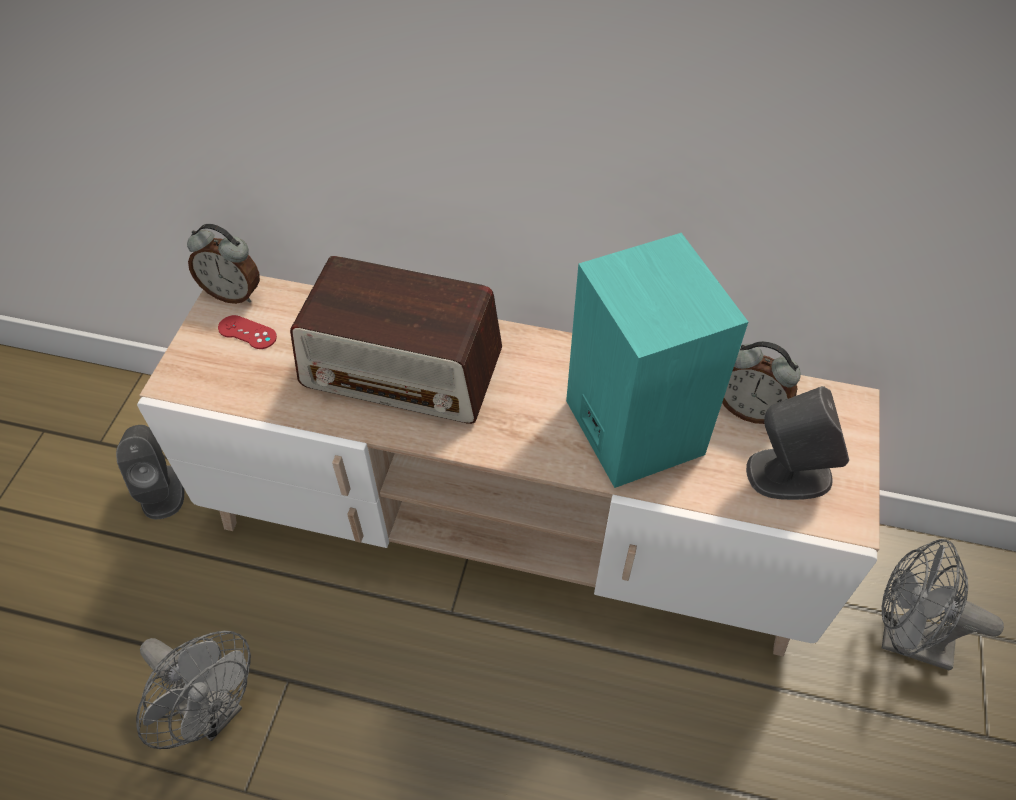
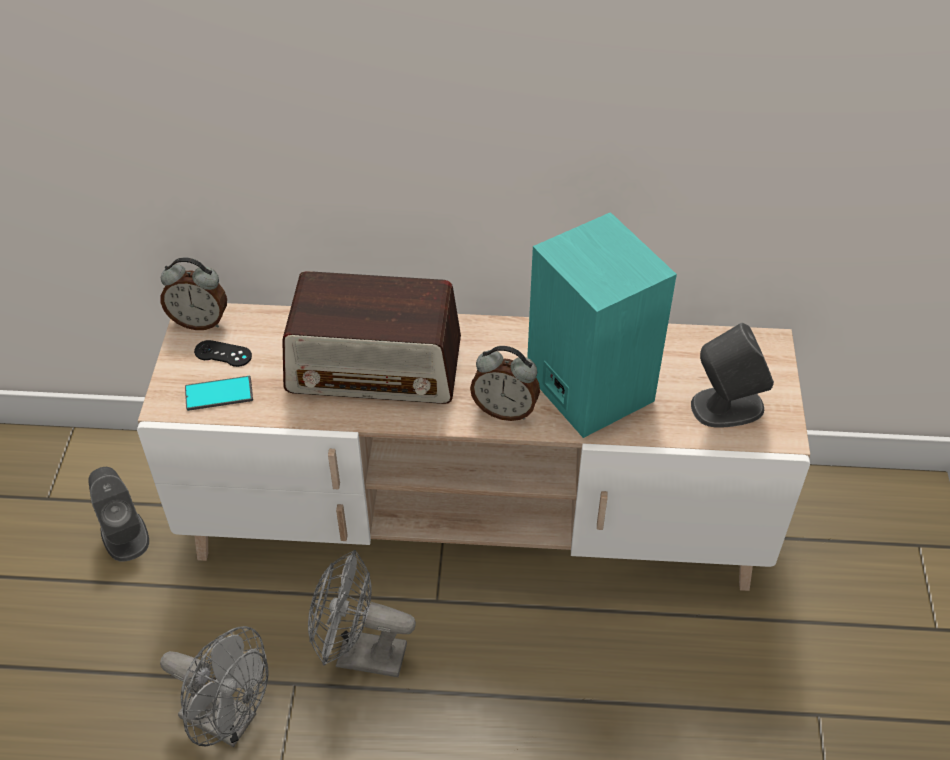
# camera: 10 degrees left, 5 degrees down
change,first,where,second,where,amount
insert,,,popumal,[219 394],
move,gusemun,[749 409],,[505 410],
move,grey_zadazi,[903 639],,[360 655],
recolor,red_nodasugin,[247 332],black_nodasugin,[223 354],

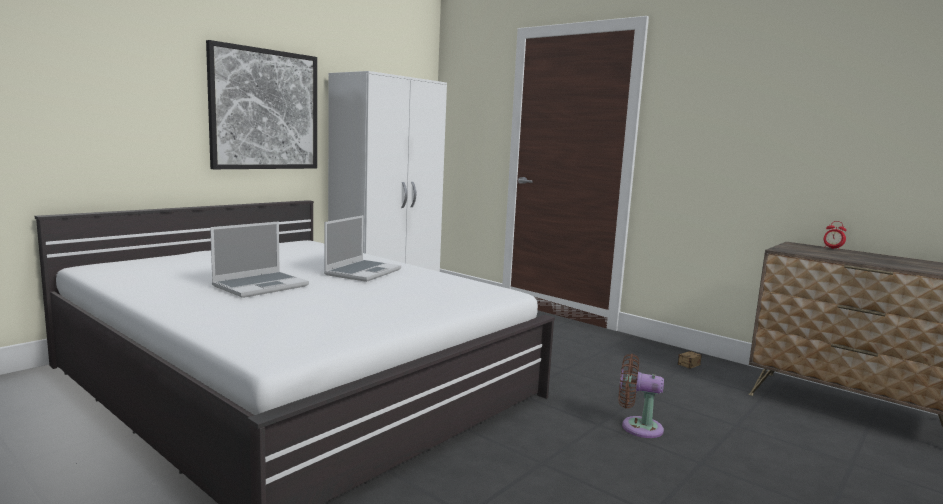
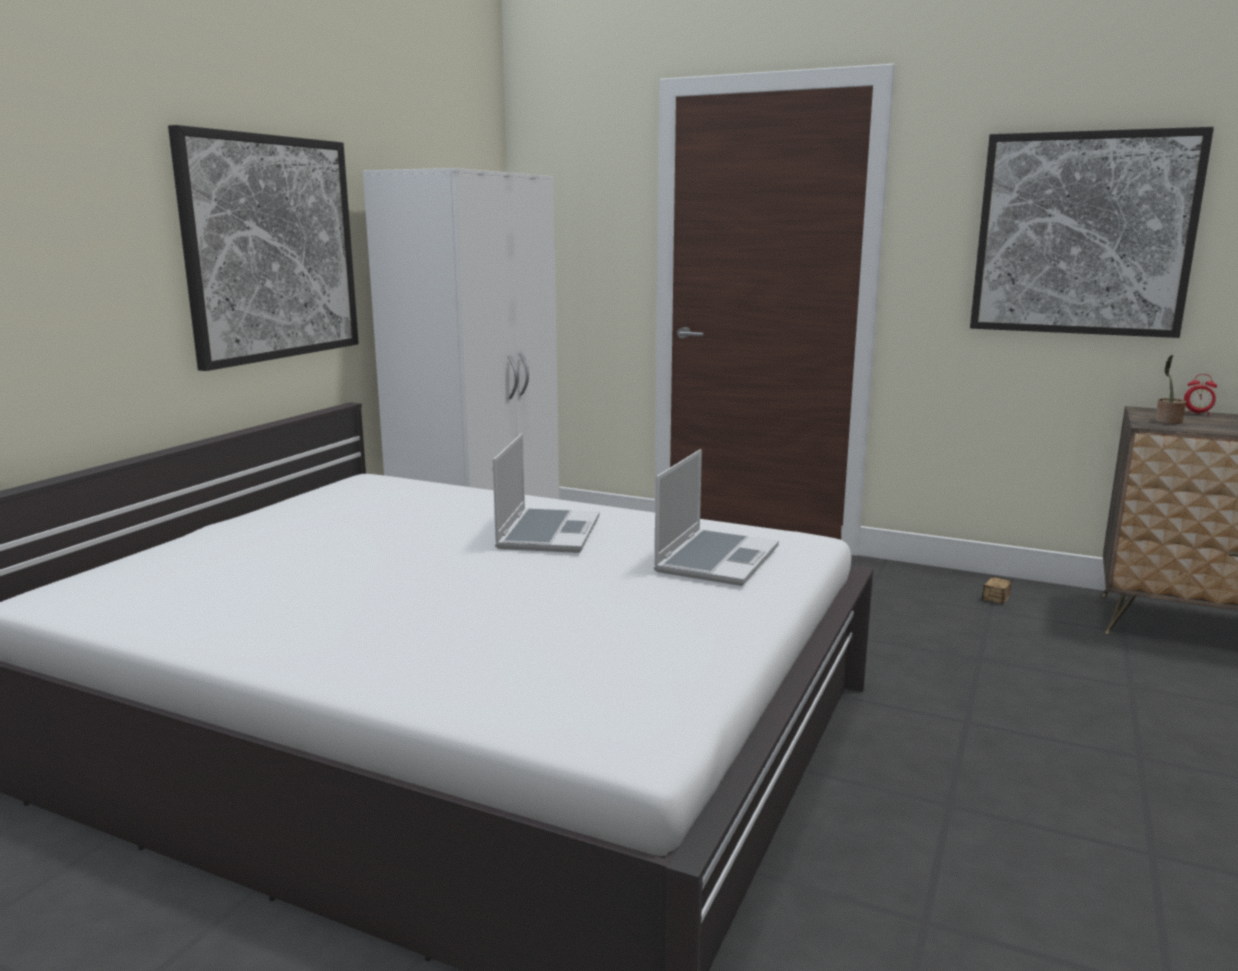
# camera: 15 degrees left, 5 degrees up
change,first,where,second,where,amount
delete,brown_zadazi,[637 427],,,
insert,,,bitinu,[1083 234],
insert,,,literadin,[1167 421],
move,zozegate,[261 286],,[716 559],

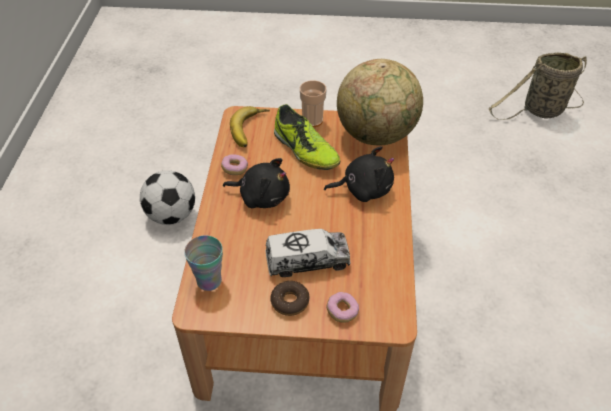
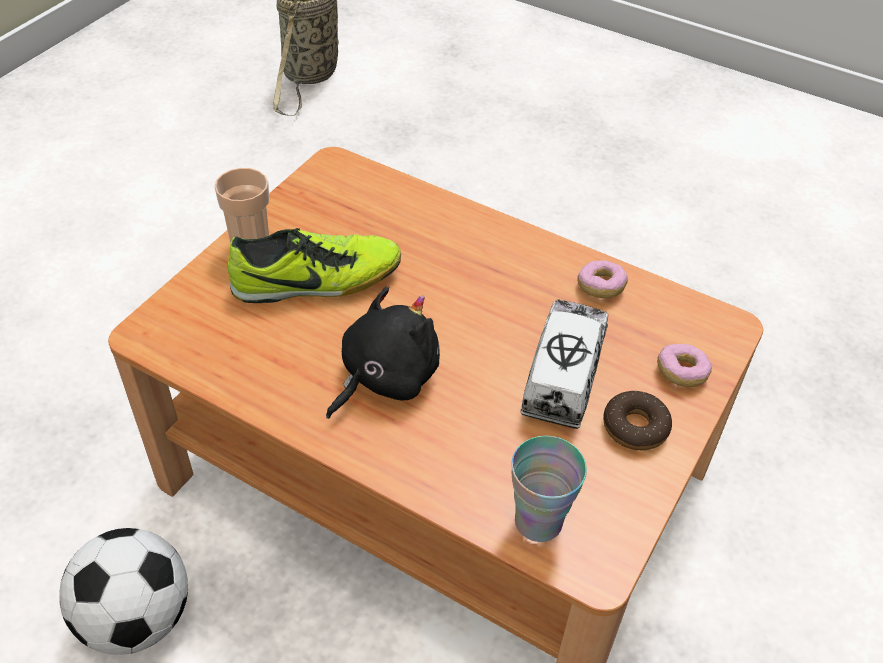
# camera: 65 degrees left, 0 degrees up
change,first,where,second,where,amount
delete,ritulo,[251 130],,,
delete,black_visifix,[363 189],,,
delete,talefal,[376 135],,,
move,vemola,[235 169],,[600 287],

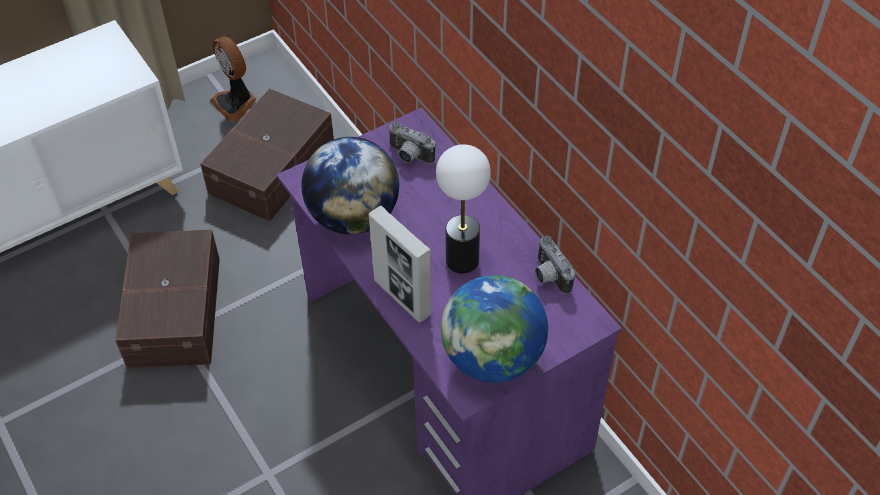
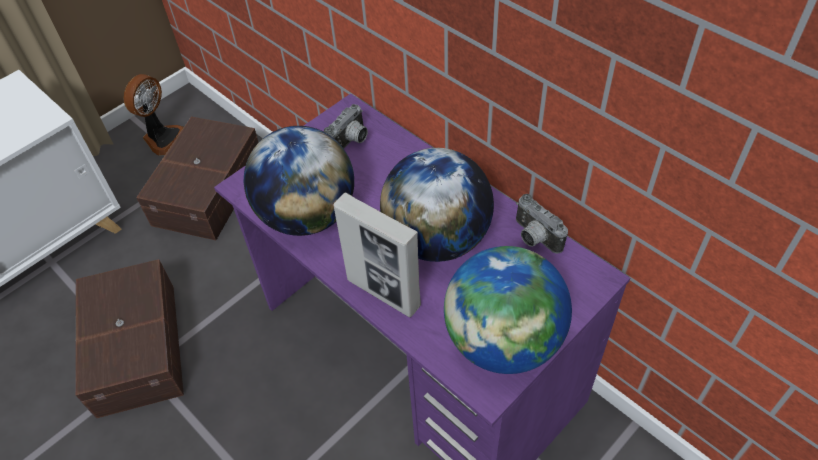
# camera: 10 degrees left, 0 degrees up
change,first,where,second,where,amount
replace,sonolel,[462 260],talefal,[437 239],
rotate,zadazi,[236 103],,[162 138],105 degrees counterclockwise
rotate,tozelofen,[409 156],,[350 143],75 degrees counterclockwise

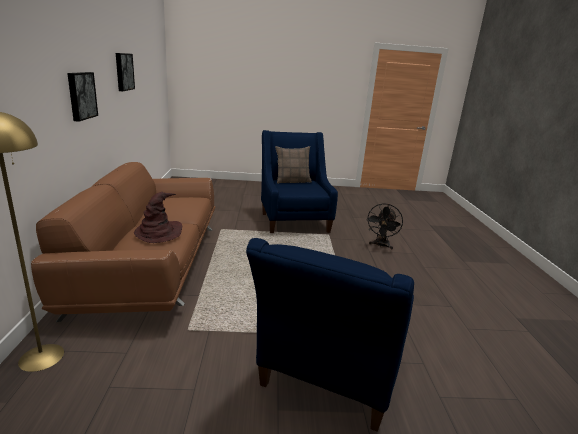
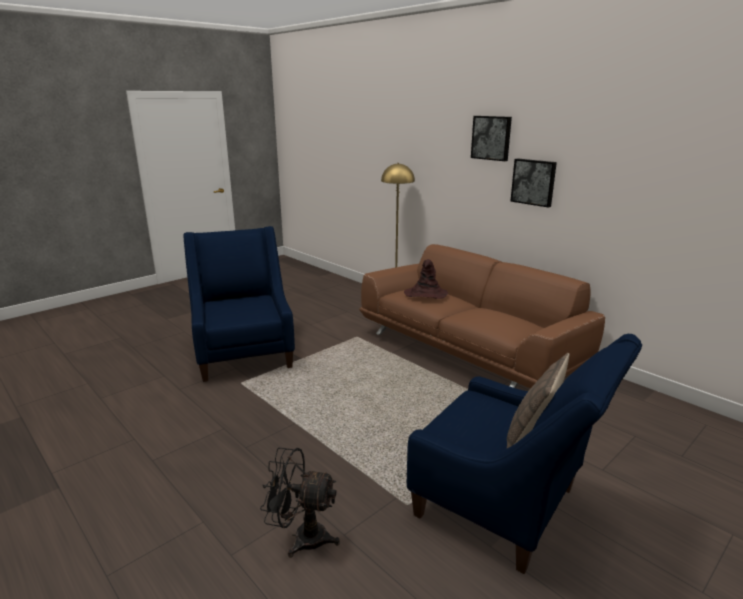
# camera: 140 degrees right, 0 degrees up
change,first,where,second,where,amount
move,bitinu,[123 71],,[491 138],
rotate,black_zadazi,[381 245],,[302 537],60 degrees counterclockwise

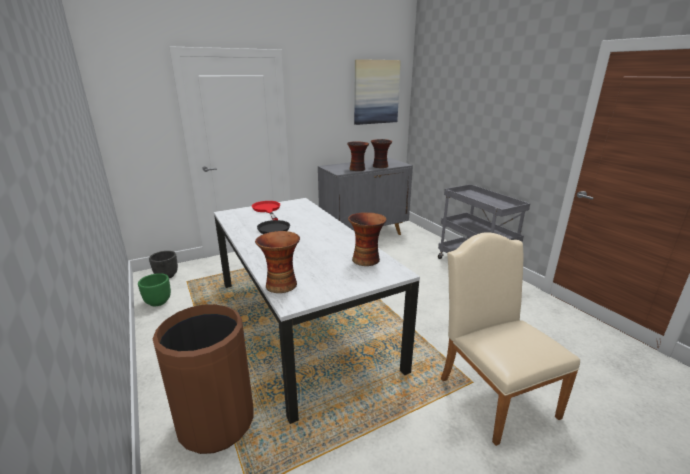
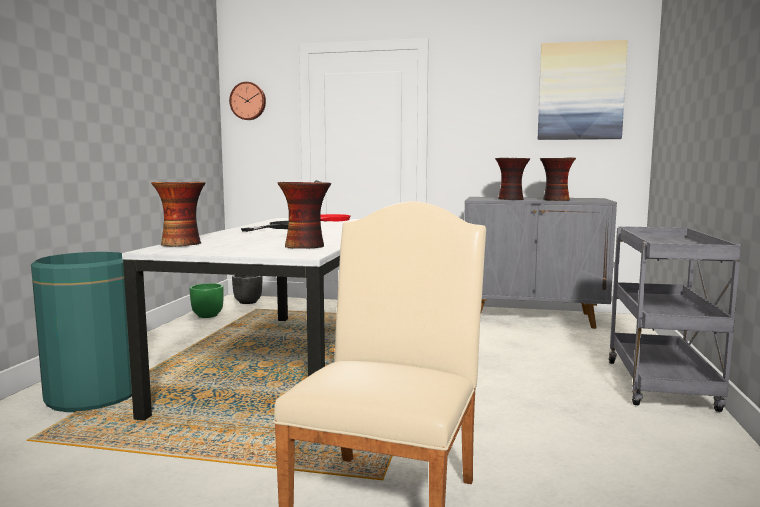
# camera: 40 degrees right, 15 degrees down
change,first,where,second,where,amount
insert,,,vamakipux,[248 101],
recolor,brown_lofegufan,[216 422],green_lofegufan,[93 395],

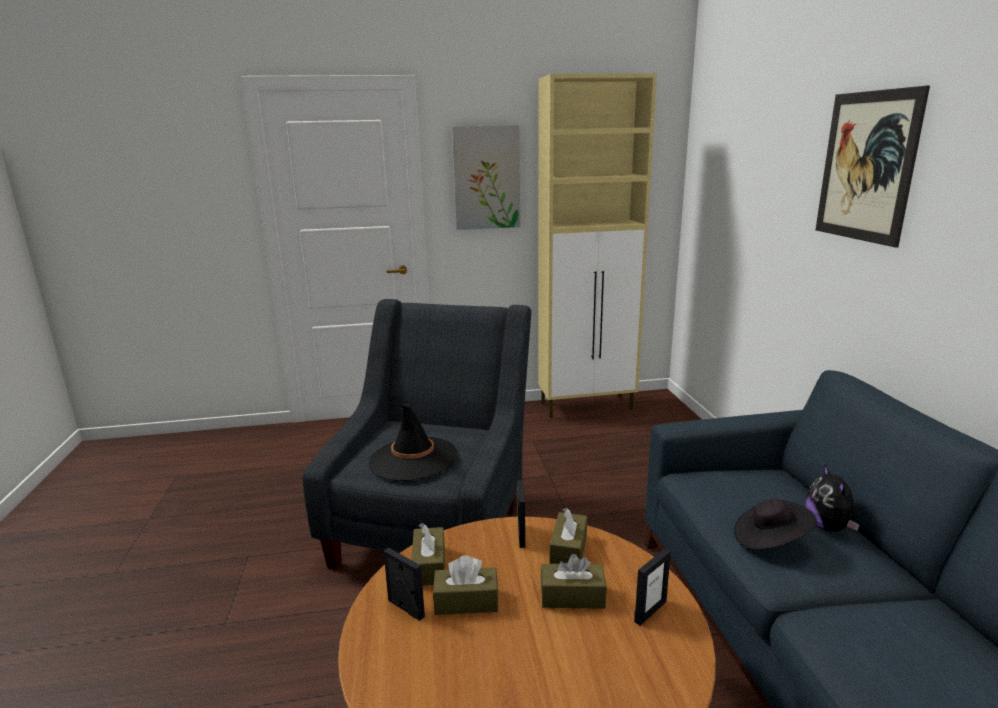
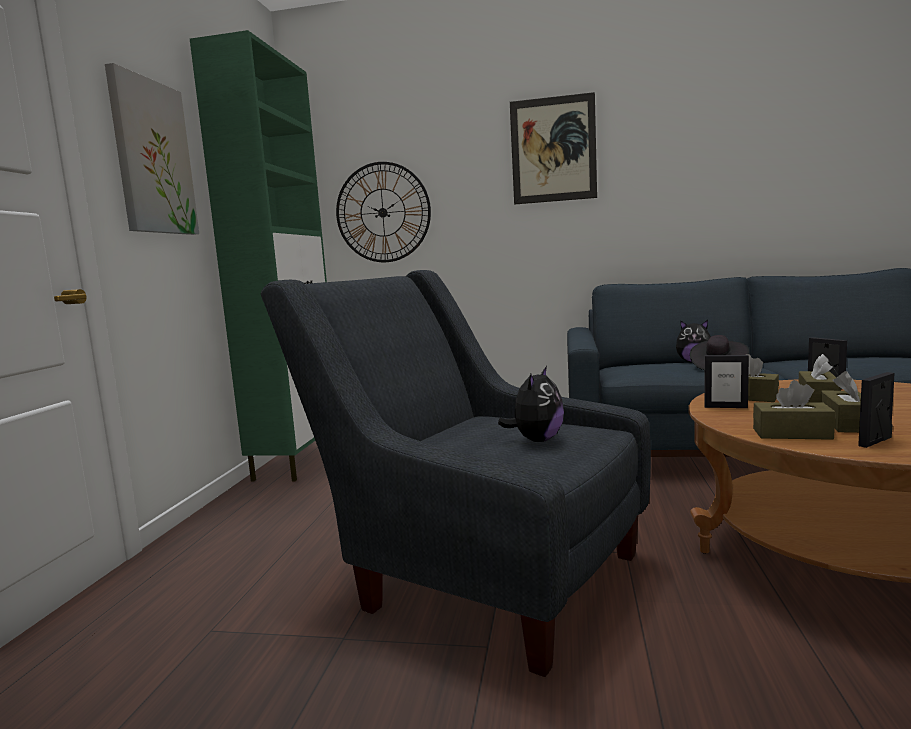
# camera: 70 degrees left, 10 degrees down
change,first,where,second,where,amount
insert,,,vamakipux,[383 212],
replace,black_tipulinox,[413 459],visifix,[536 440],
recolor,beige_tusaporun,[587 406],green_tusaporun,[298 461],

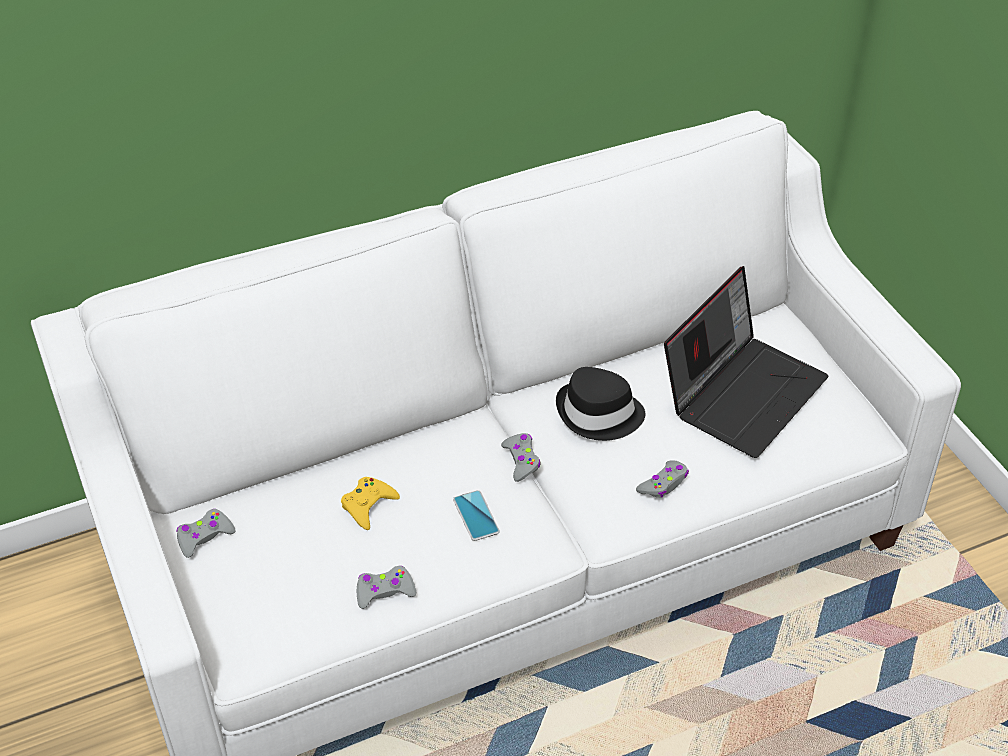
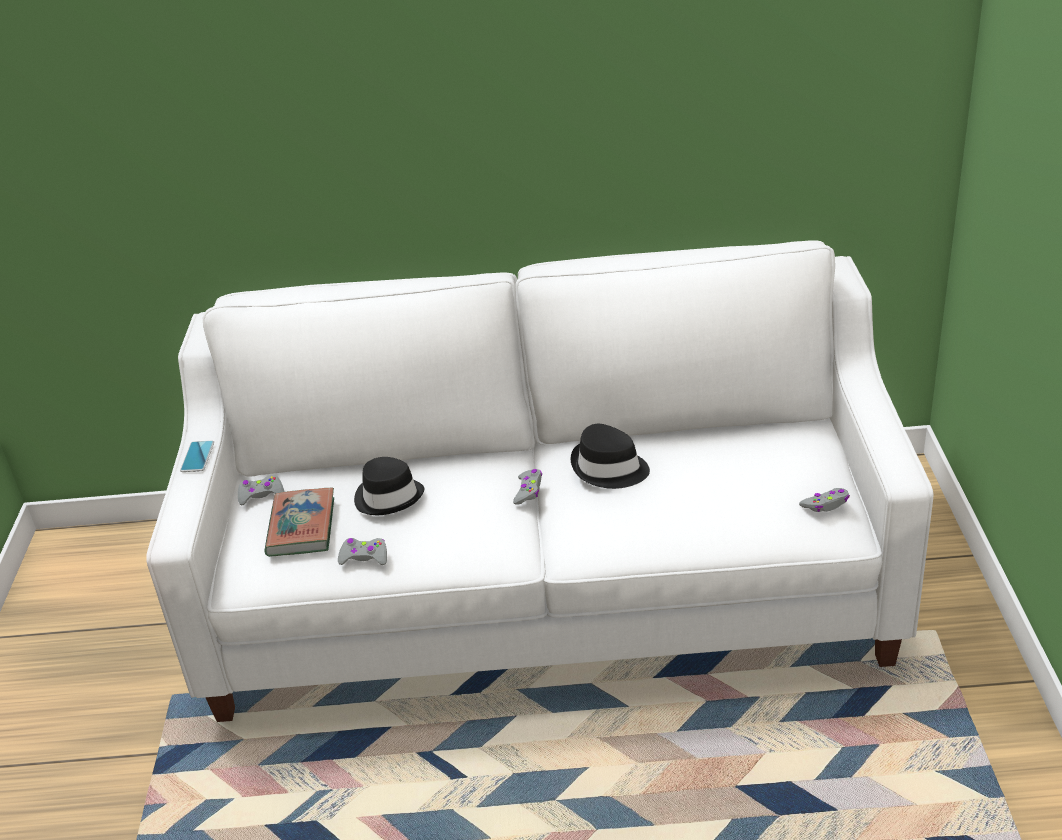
# camera: 25 degrees right, 10 degrees down
change,first,where,second,where,amount
delete,zozegate,[743 391],,,
insert,,,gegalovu,[301 527],
move,popumal,[476 516],,[197 457],
move,grey_nodasugin,[663 484],,[826 504],
replace,yellow_nodasugin,[368 505],black_tipulinox,[389 496],

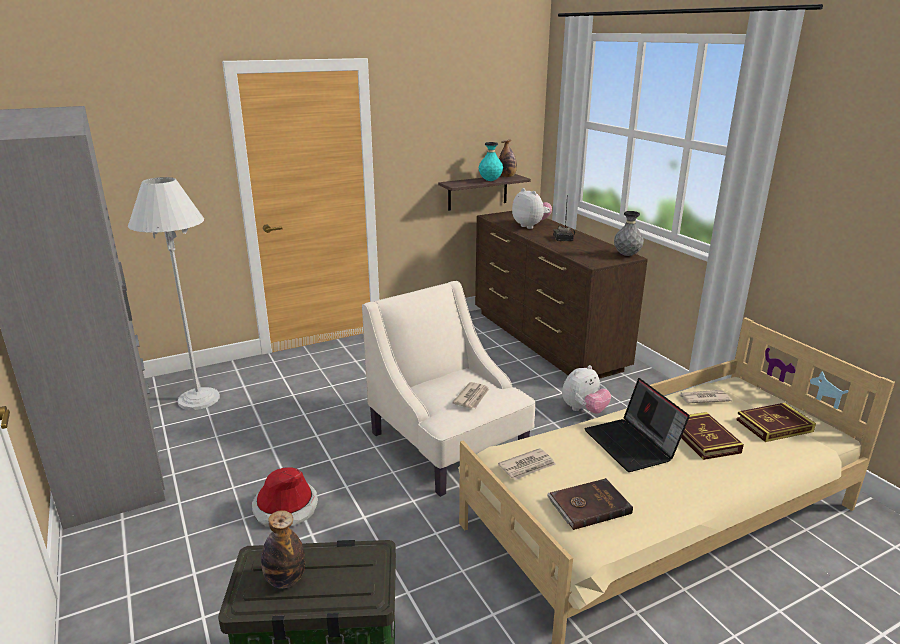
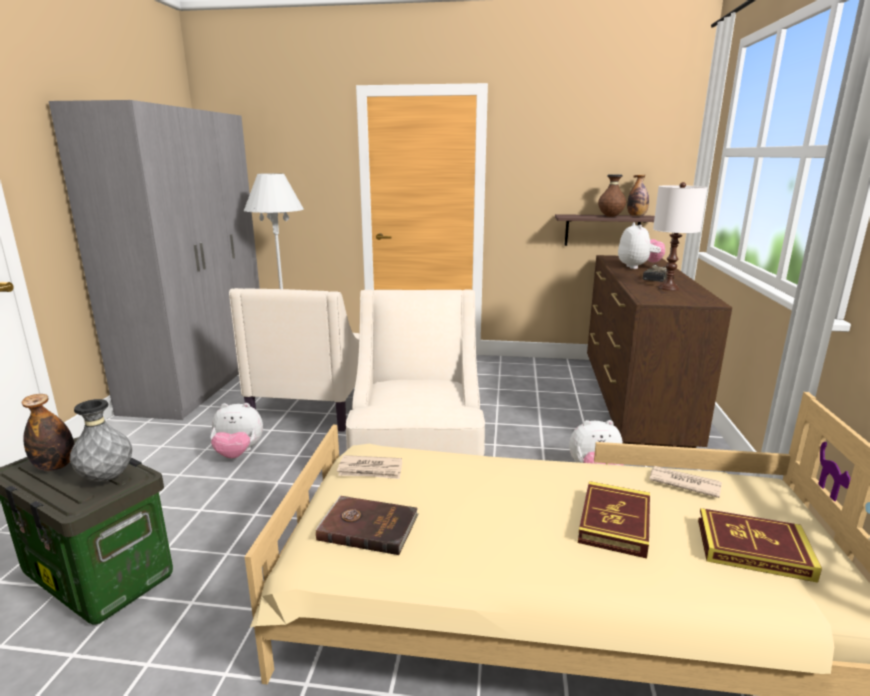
# camera: 35 degrees right, 5 degrees down
change,first,where,second,where,amount
delete,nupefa,[472 397],,,
delete,zozegate,[633 445],,,
insert,,,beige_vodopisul,[316 402],
insert,,,white_sonolel,[668 288],
move,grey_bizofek,[627 255],,[107 478],
replace,tipulinox,[285 508],visifix,[238 453],
recolor,turquoise_bizofek,[490 180],brown_bizofek,[610 216],

